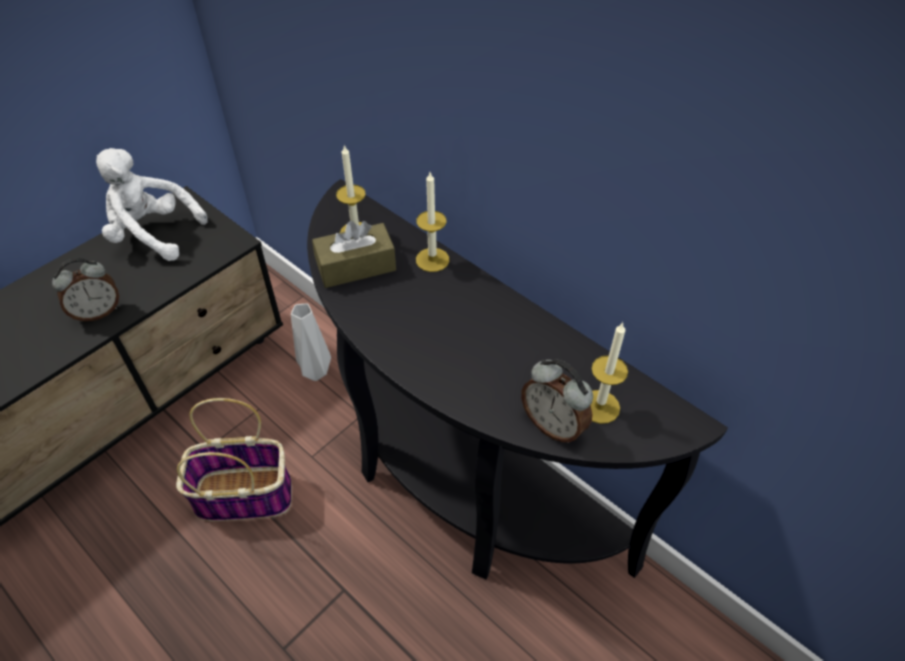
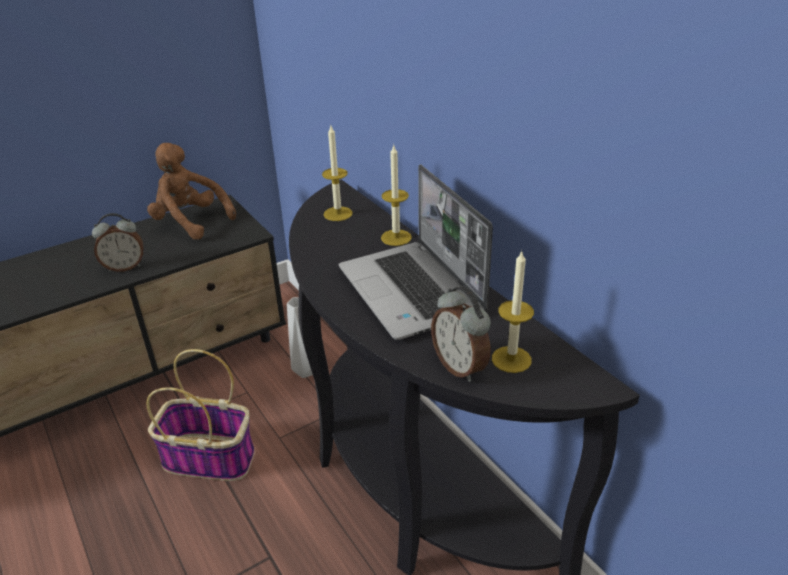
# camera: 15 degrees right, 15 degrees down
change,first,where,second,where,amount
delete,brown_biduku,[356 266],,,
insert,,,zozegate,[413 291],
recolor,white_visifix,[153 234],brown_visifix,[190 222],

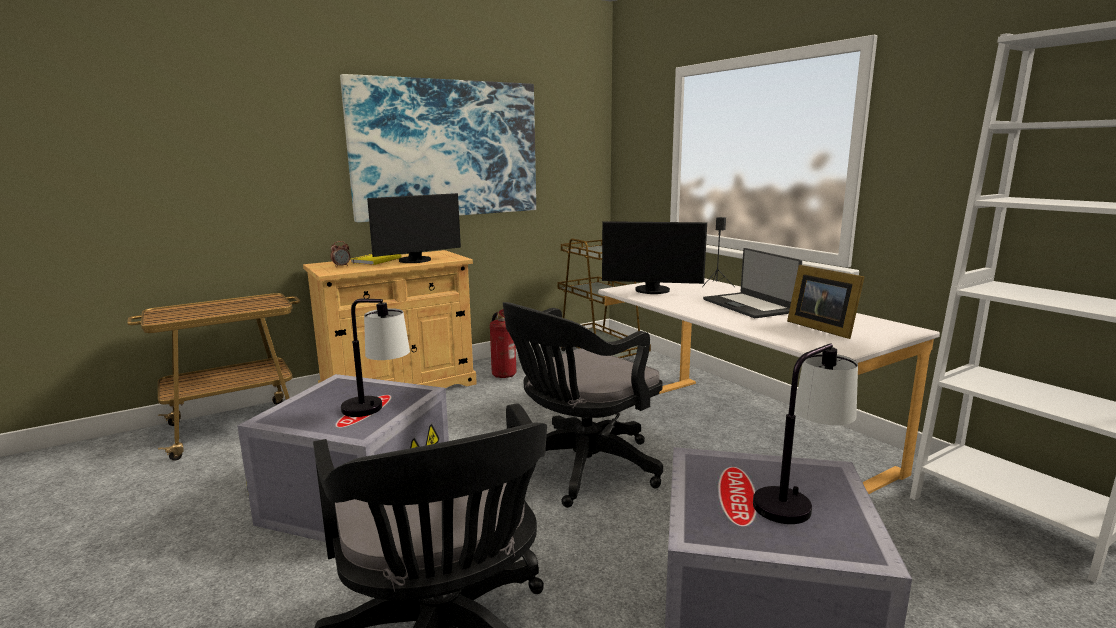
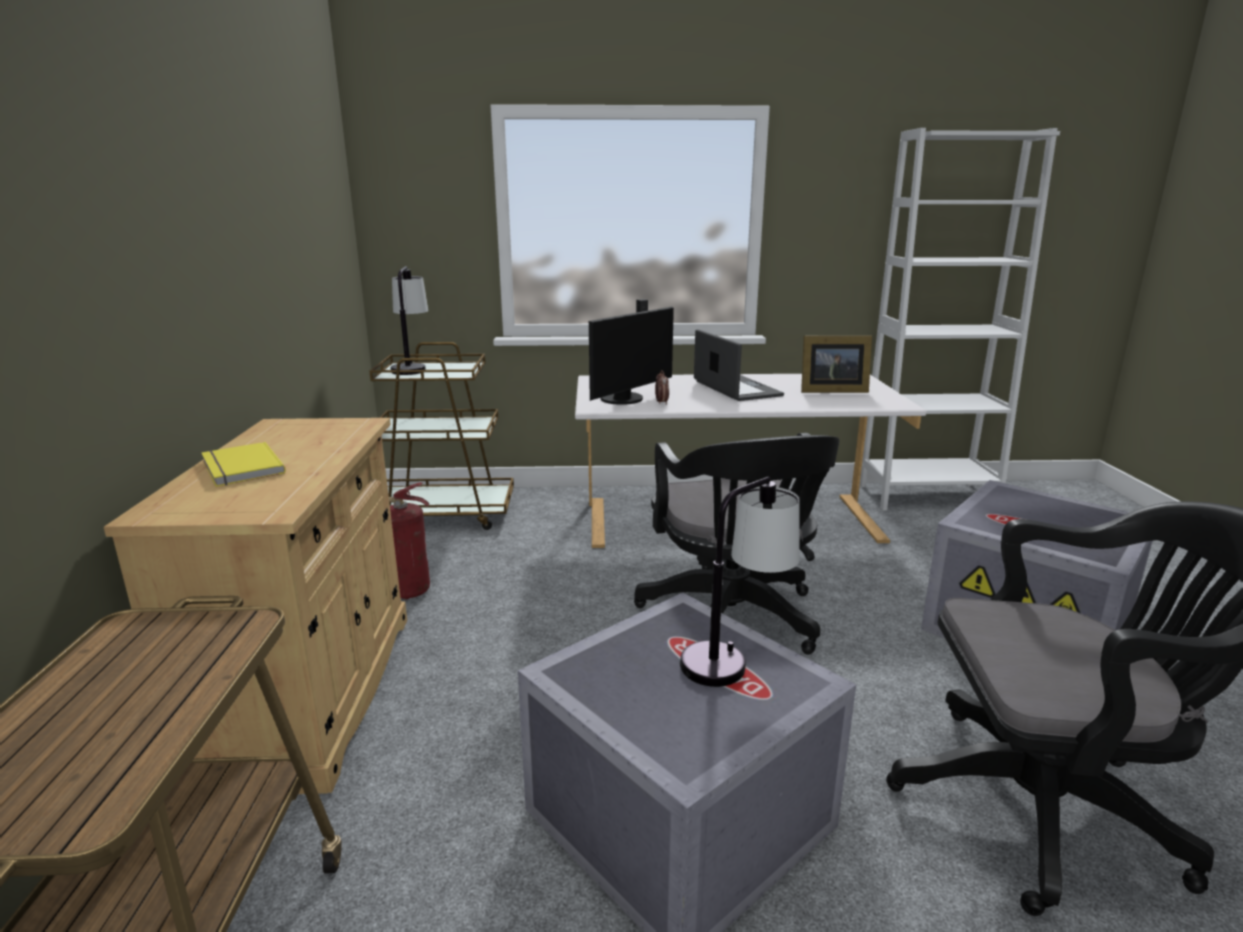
# camera: 60 degrees left, 5 degrees up
change,first,where,second,where,amount
delete,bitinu,[447 149],,,
delete,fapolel,[416 261],,,
move,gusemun,[341 266],,[661 403],
move,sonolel,[798 499],,[411 367],
rotate,zozegate,[749 306],,[735 389],120 degrees counterclockwise

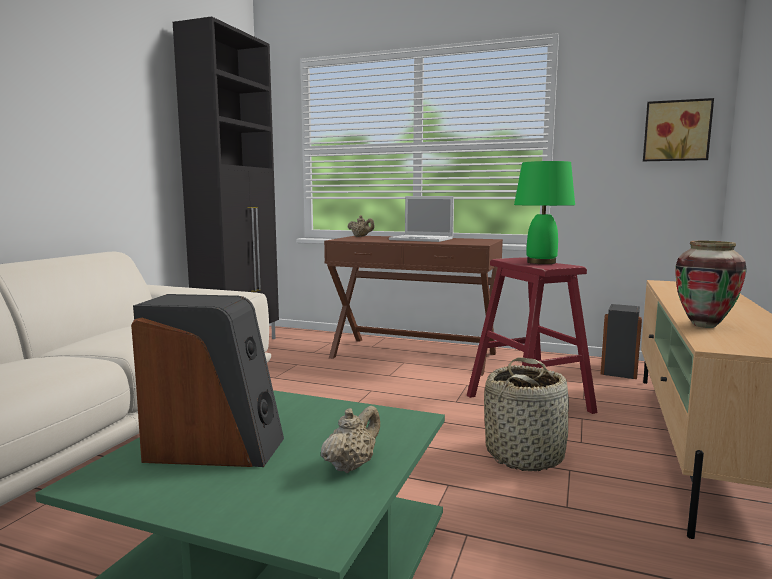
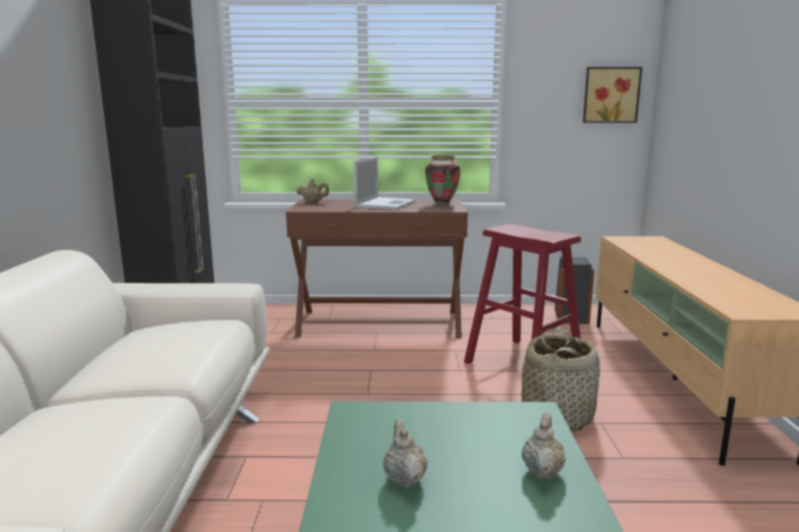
# camera: 20 degrees left, 5 degrees up
change,first,where,second,where,amount
delete,green_sonolel,[540 262],,,
move,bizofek,[704 325],,[442 204],
replace,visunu,[215 448],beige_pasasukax,[404 478],
rotate,zozegate,[422 239],,[385 204],75 degrees counterclockwise

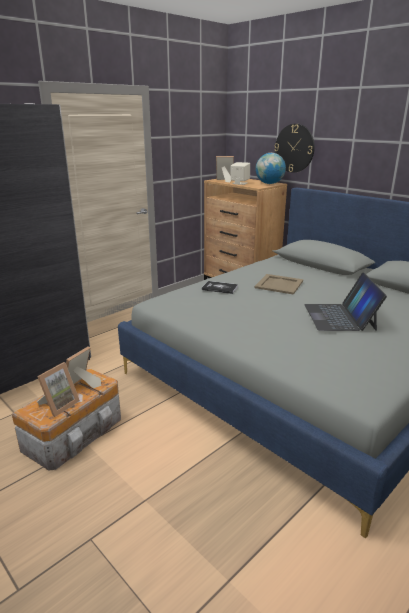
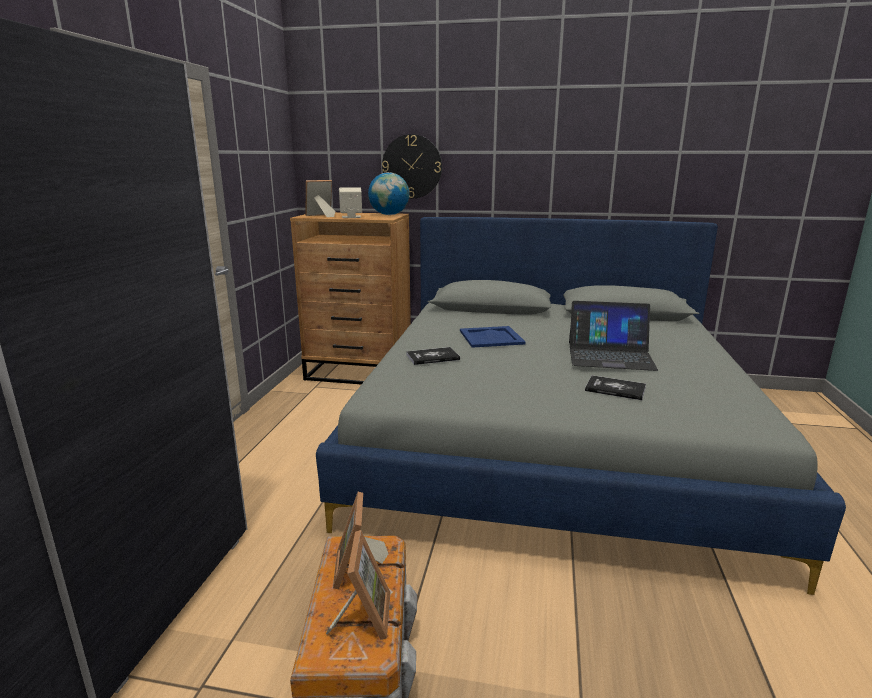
# camera: 35 degrees left, 5 degrees down
change,first,where,second,where,amount
insert,,,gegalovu,[615 389],
recolor,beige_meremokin,[279 284],blue_meremokin,[492 337],
rotate,zozegate,[340 317],,[610 355],45 degrees counterclockwise

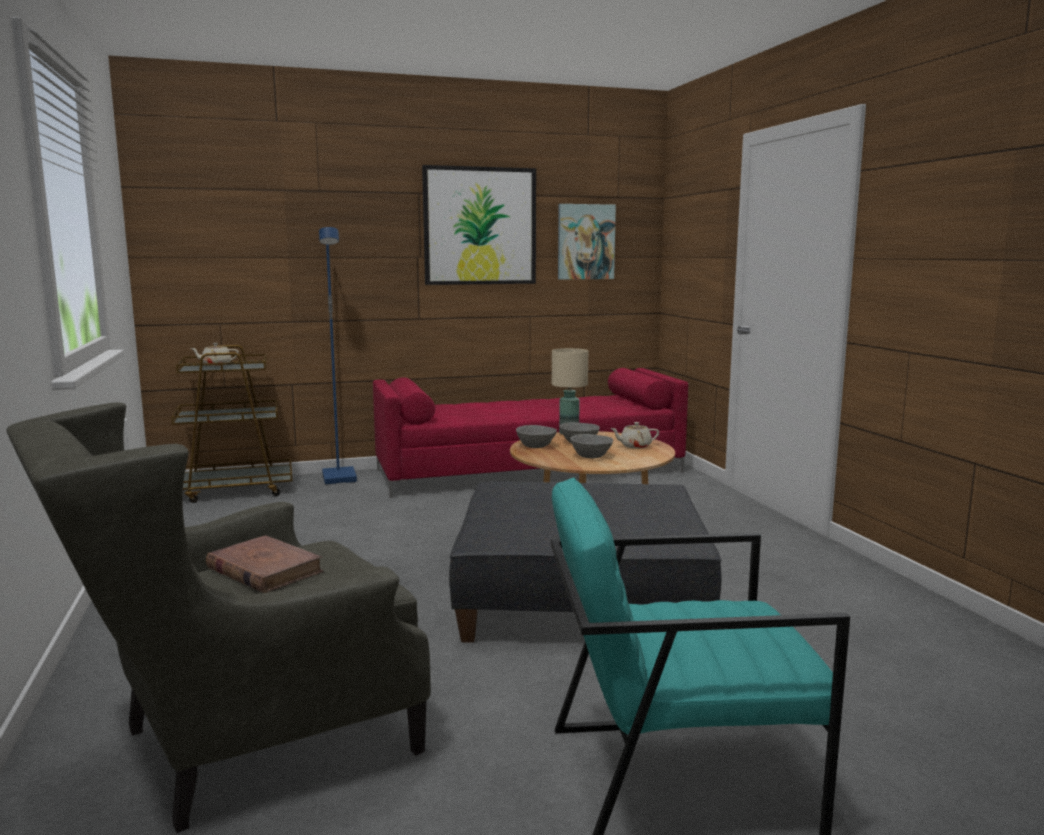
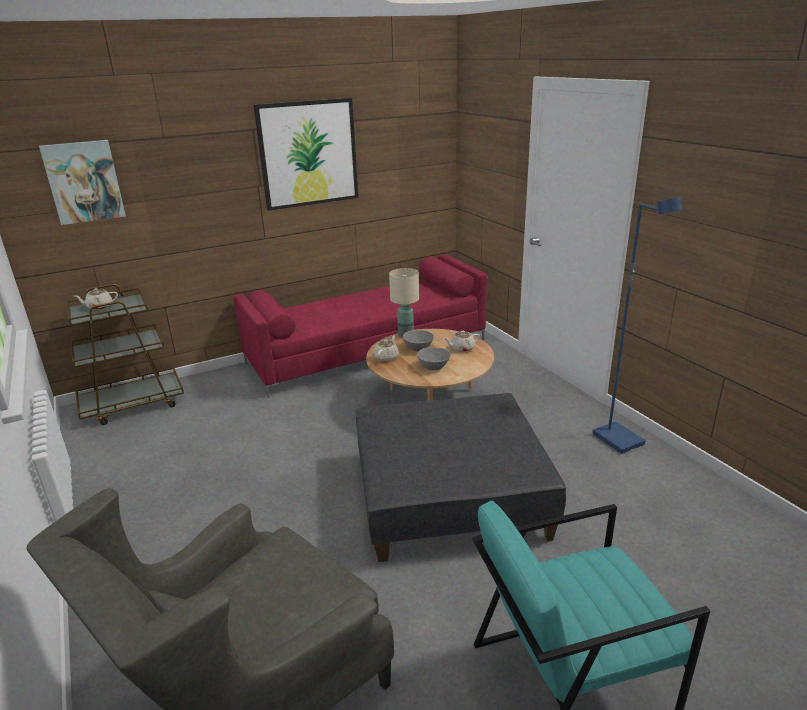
# camera: 10 degrees left, 15 degrees up
change,first,where,second,where,amount
delete,brown_gegalovu,[264 570],,,
move,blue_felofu,[340 478],,[619 439],
move,bitinu,[585 242],,[84 182],
replace,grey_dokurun,[536 446],beige_pasasukax,[386 357],

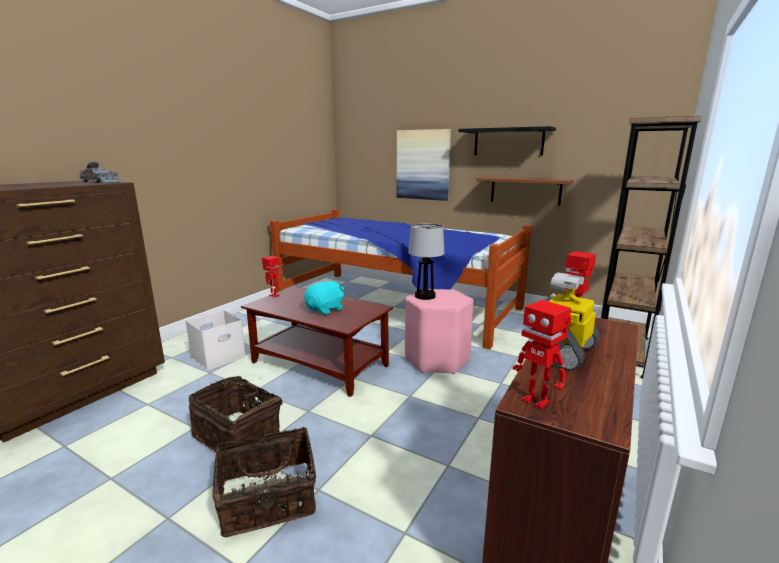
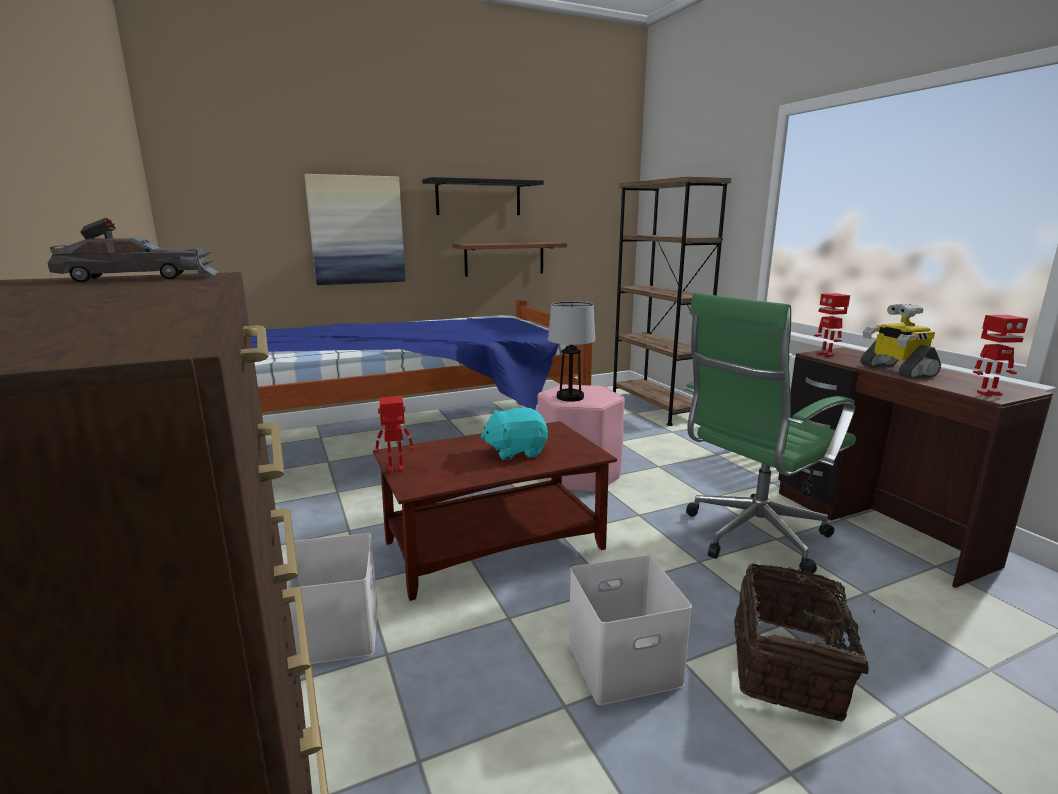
# camera: 55 degrees left, 0 degrees up
change,first,where,second,where,amount
insert,,,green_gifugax,[751 537],
replace,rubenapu,[239 435],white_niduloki,[624 661],
rotate,turquoise_visifix,[325 309],,[516 451],90 degrees counterclockwise

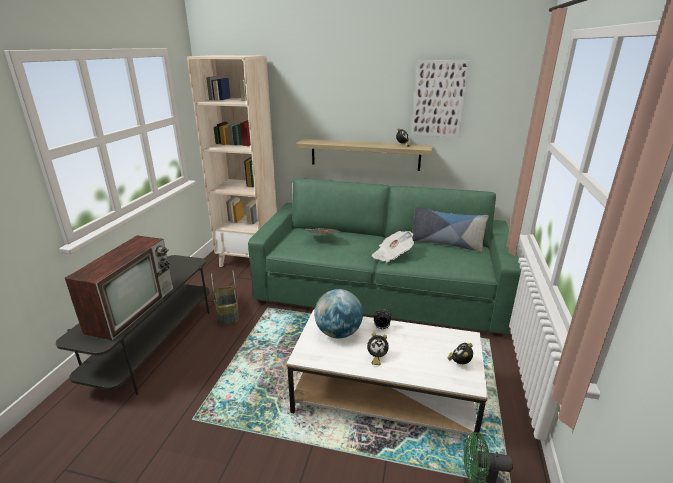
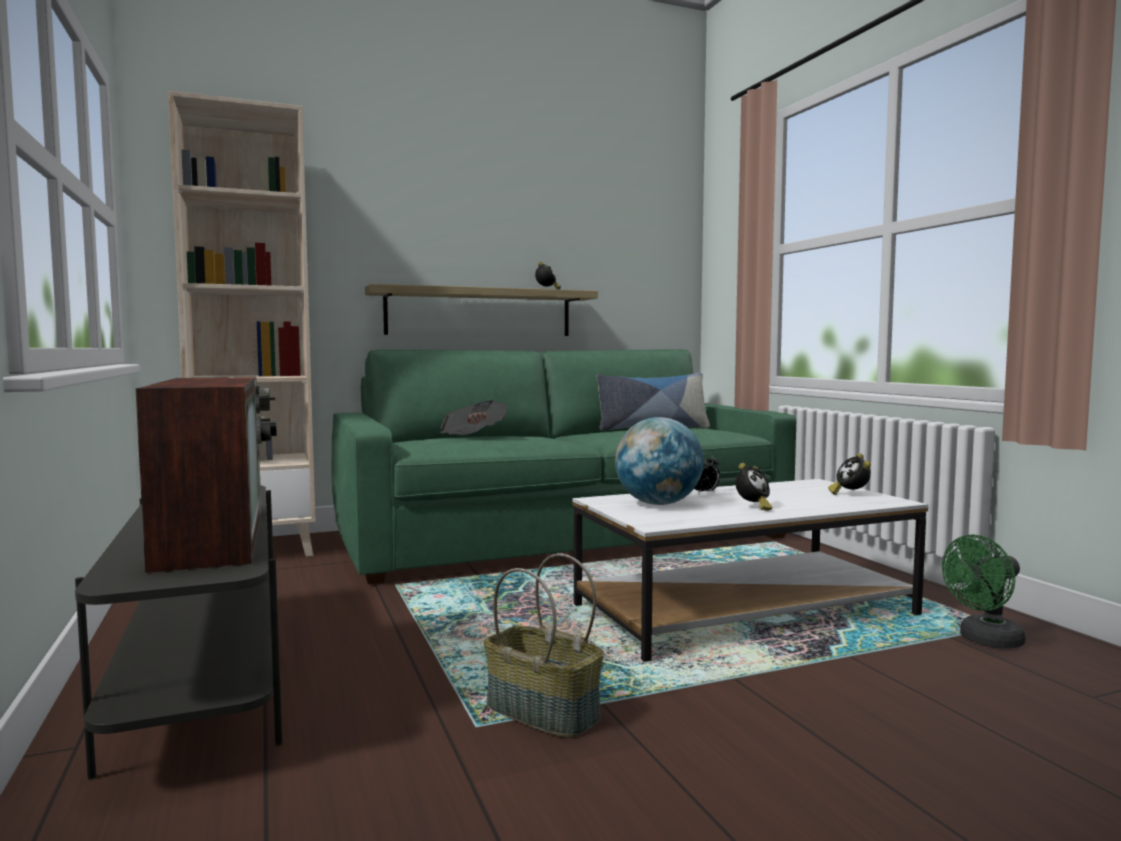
# camera: 35 degrees left, 20 degrees down
change,first,where,second,where,amount
delete,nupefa,[392 256],,,
delete,bitinu,[439 99],,,
move,rubenapu,[227 313],,[540 712],

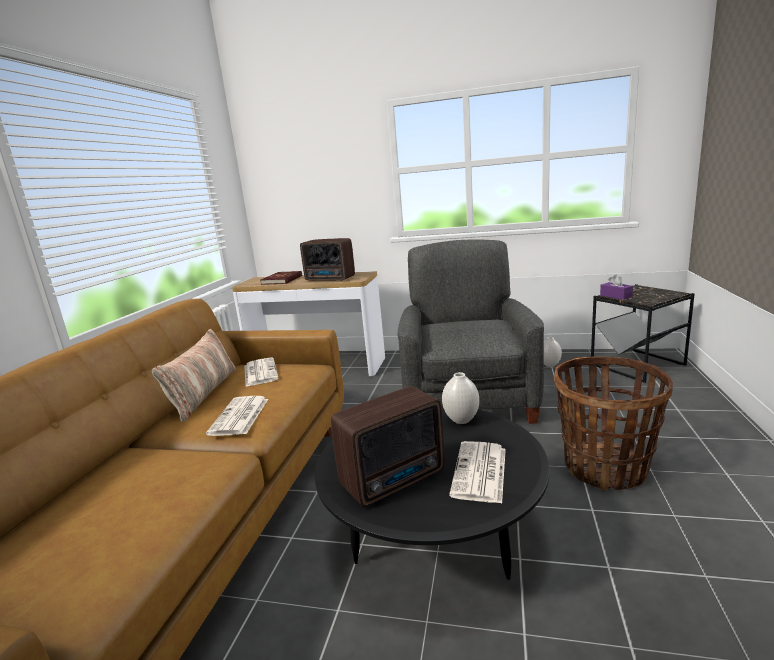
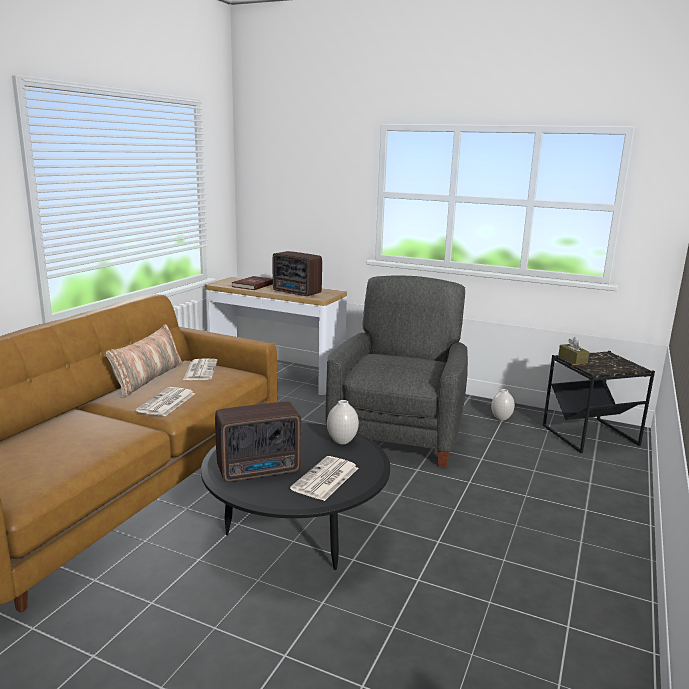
# camera: 10 degrees right, 0 degrees up
change,first,where,second,where,amount
delete,rubenapu,[605 468],,,
recolor,purple_biduku,[615 296],brown_biduku,[572 359],

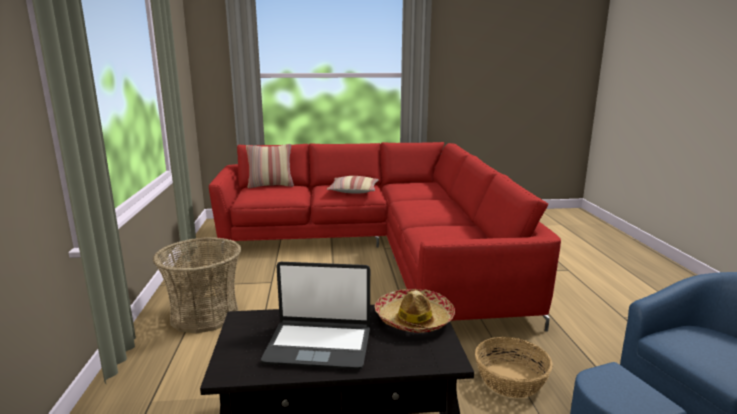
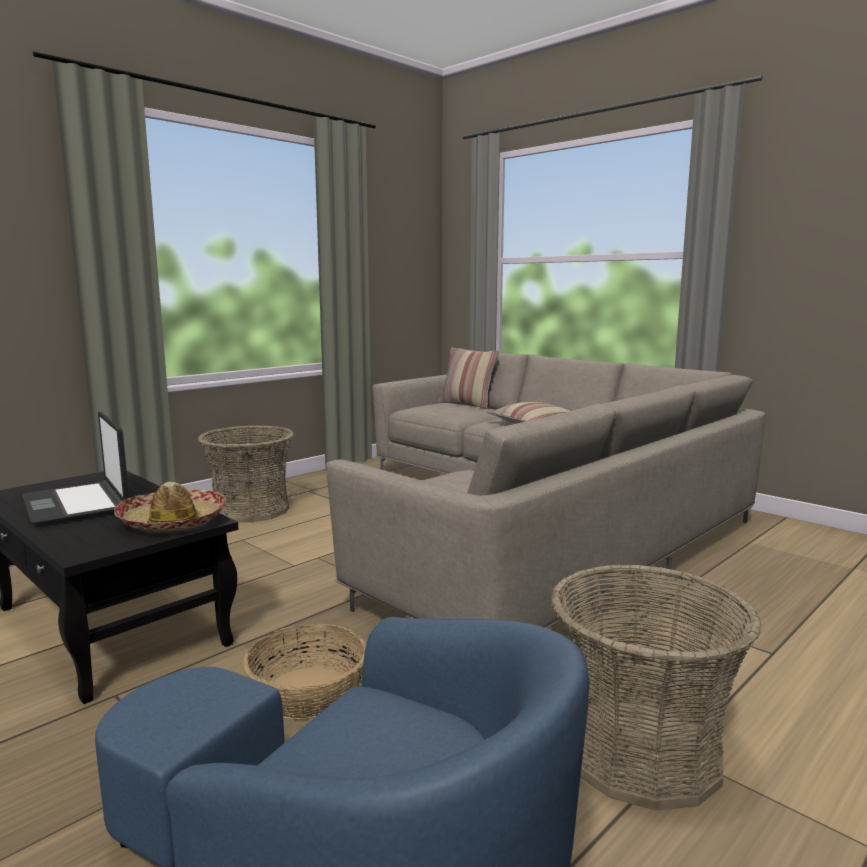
# camera: 50 degrees right, 5 degrees down
change,first,where,second,where,amount
insert,,,rubenapu,[641 752],
recolor,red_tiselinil,[382 250],beige_tiselinil,[536 521],

